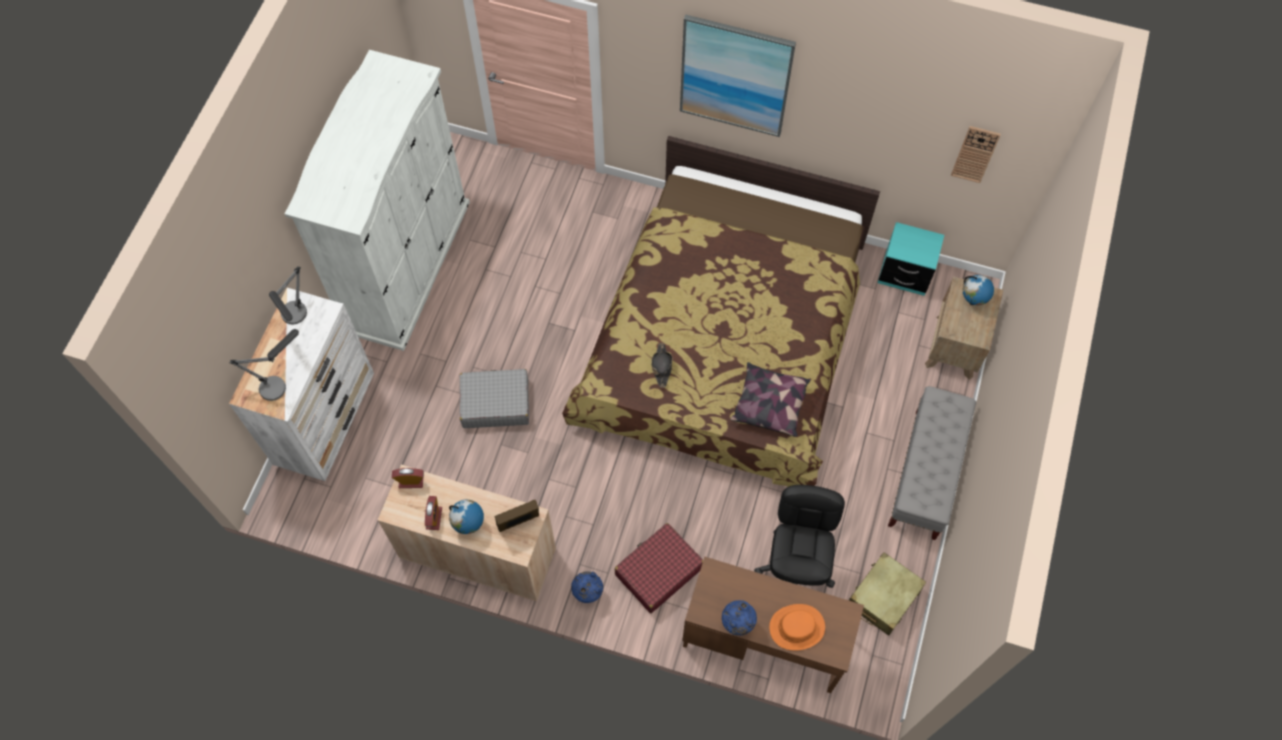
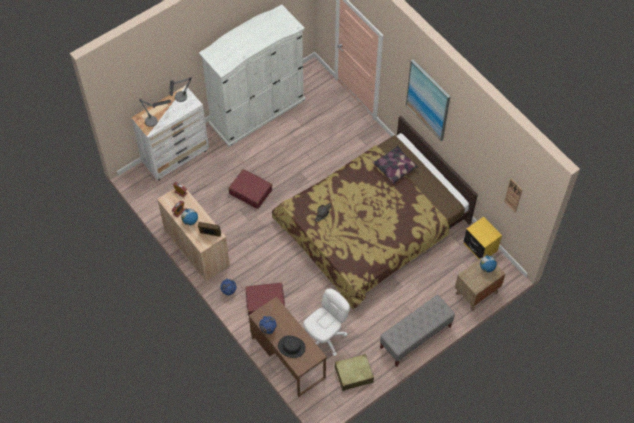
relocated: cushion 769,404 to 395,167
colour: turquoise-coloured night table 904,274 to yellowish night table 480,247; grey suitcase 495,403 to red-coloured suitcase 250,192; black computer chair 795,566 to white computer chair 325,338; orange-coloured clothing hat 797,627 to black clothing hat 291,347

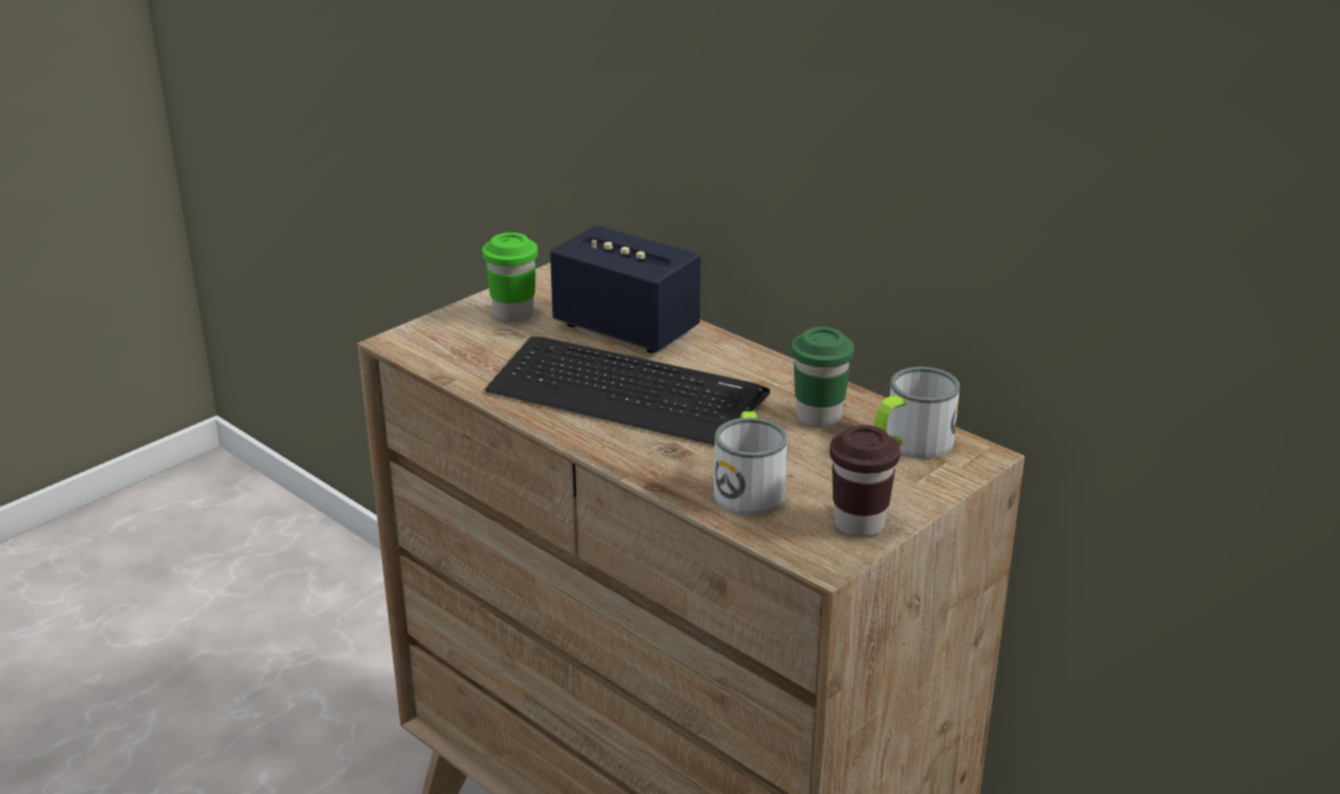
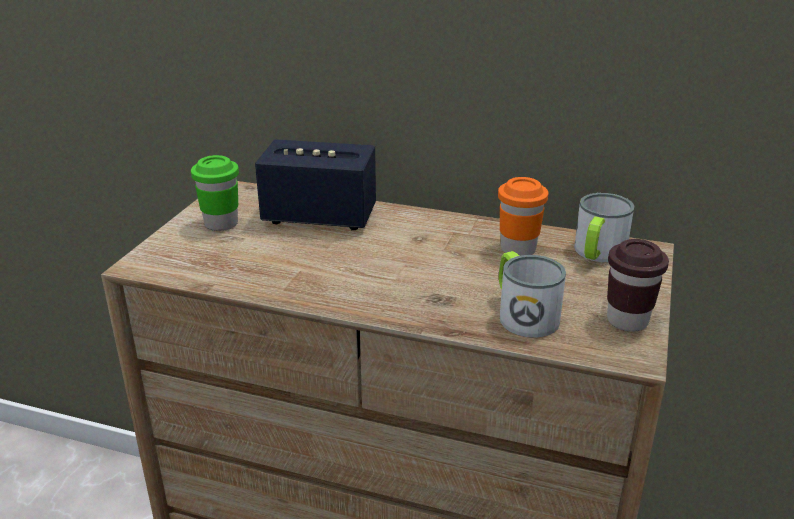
missing: PC keyboard 626,393
colour: greenish cup 819,417 to orange-coloured cup 518,249

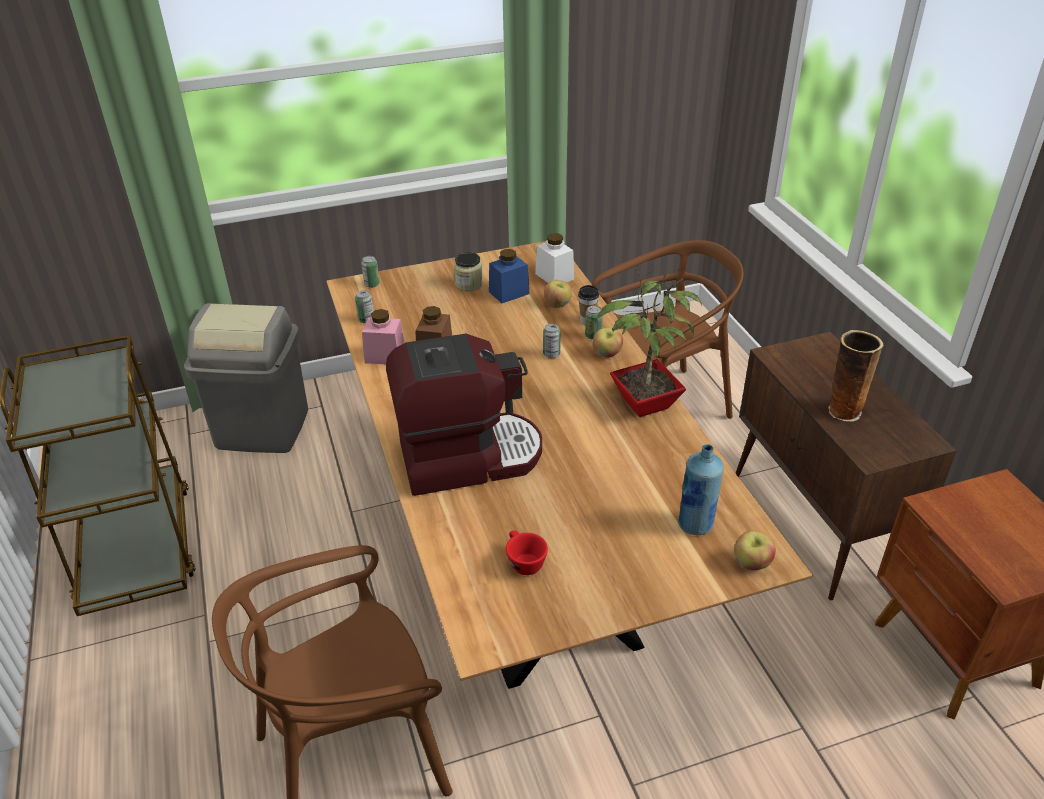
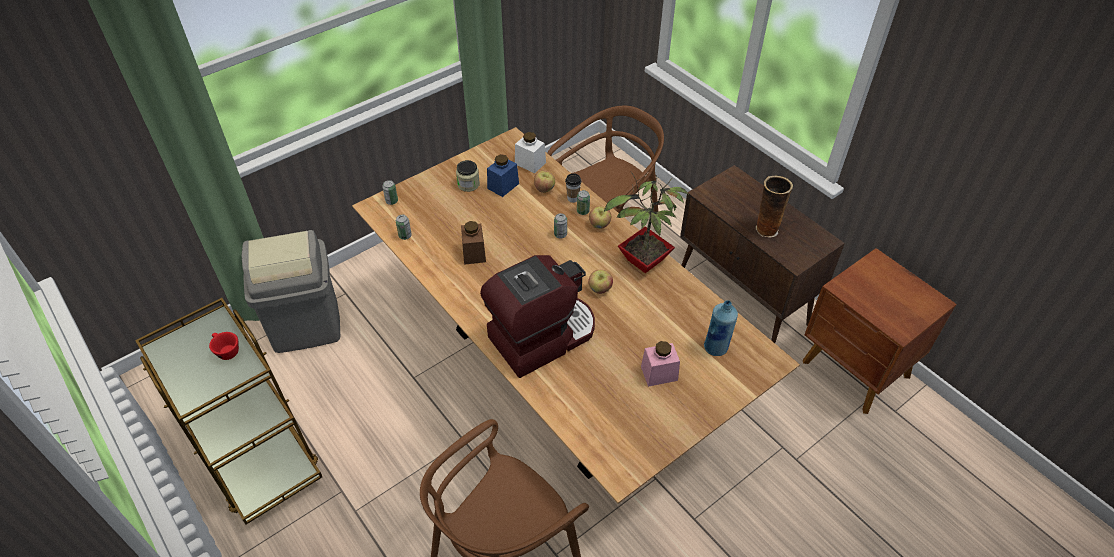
relocated: pinkish preserve jar 385,355 to 659,373; red-coloured cup 523,561 to 226,351; apple fruit 751,563 to 600,289

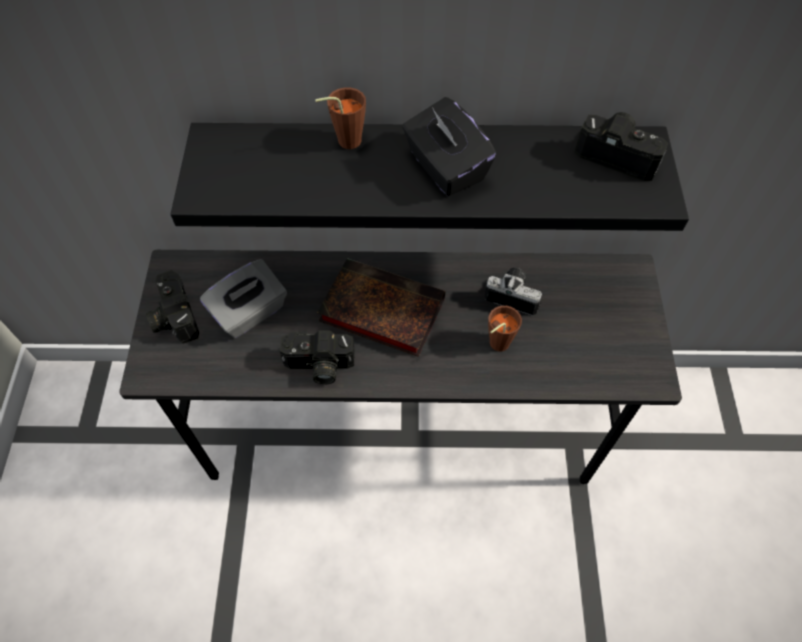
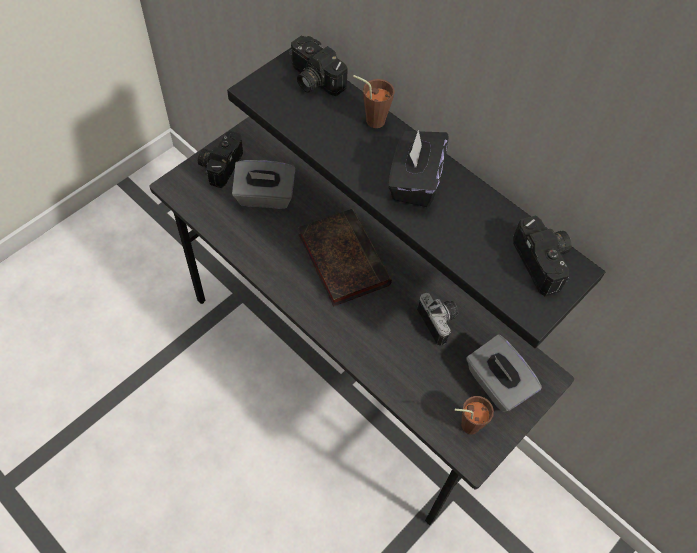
appeared: grey tissue box 496,384
relocated: brown cup 496,345 to 465,425; still camera 318,366 to 313,79

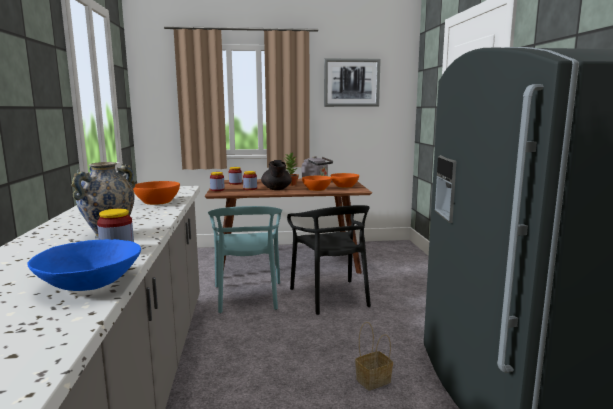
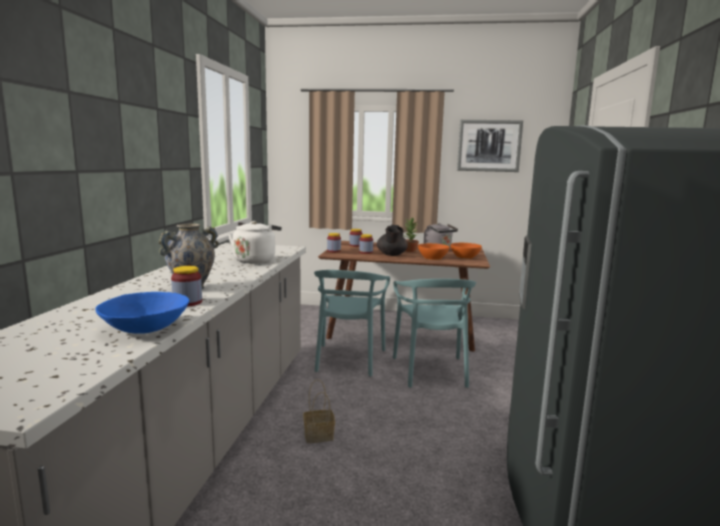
relocated: household basket 373,380 to 319,435
exchanged: orange-coloured bowl 157,202 to white kettle 255,260
colour: black upright chair 331,296 to turquoise-coloured upright chair 431,371

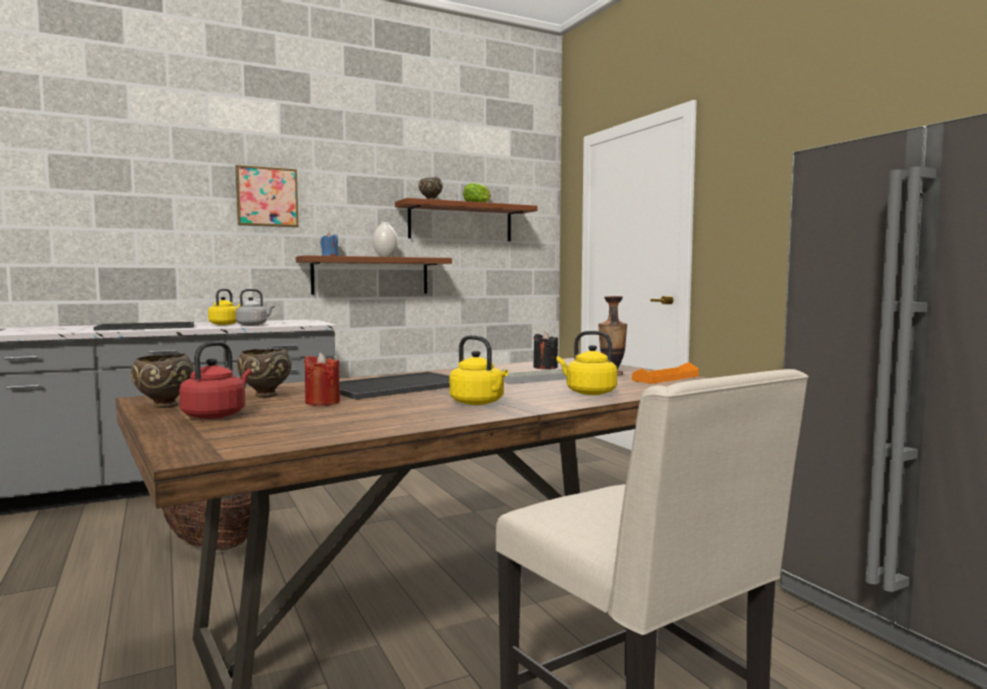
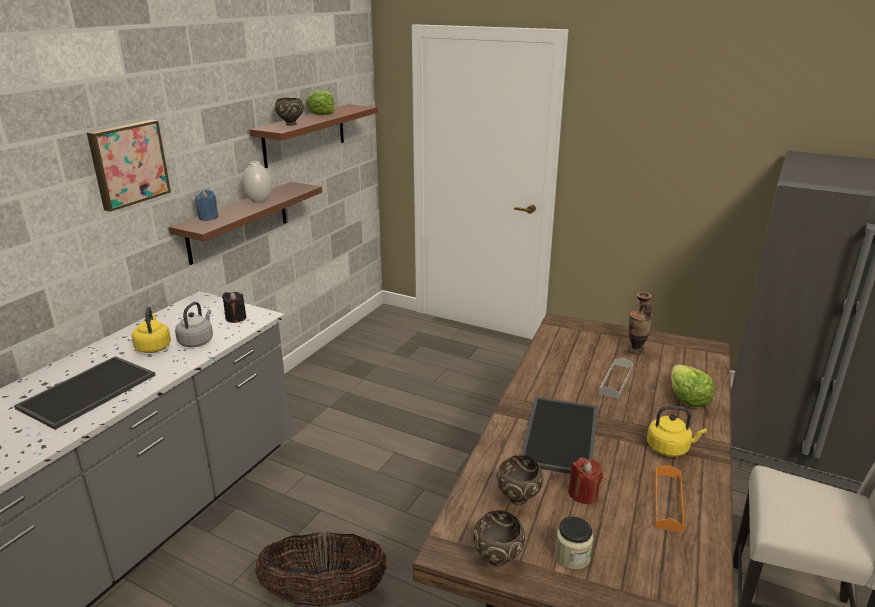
relocated: black wax light 545,367 to 236,318; orange-coloured tray 666,378 to 668,501
exchanged: yellowish kettle 588,392 to head of lettuce 687,398; red-coloured kettle 216,415 to preserve jar 572,556

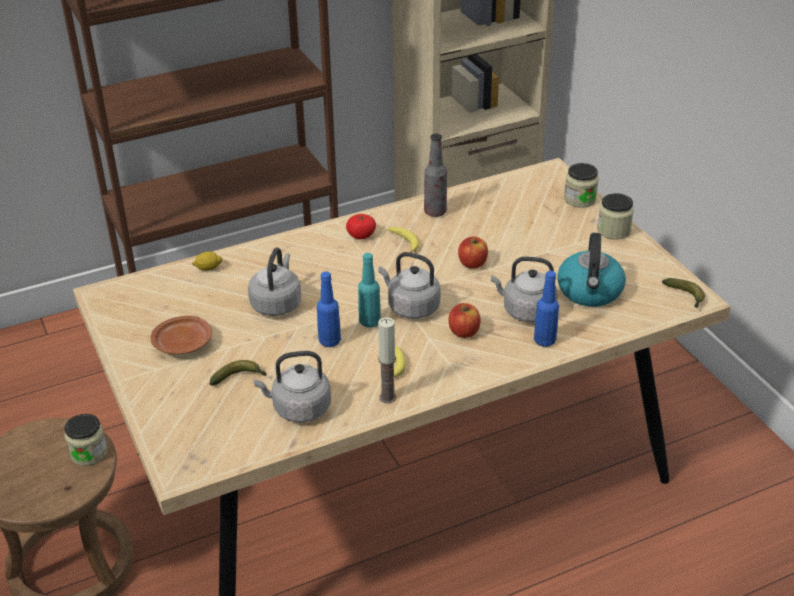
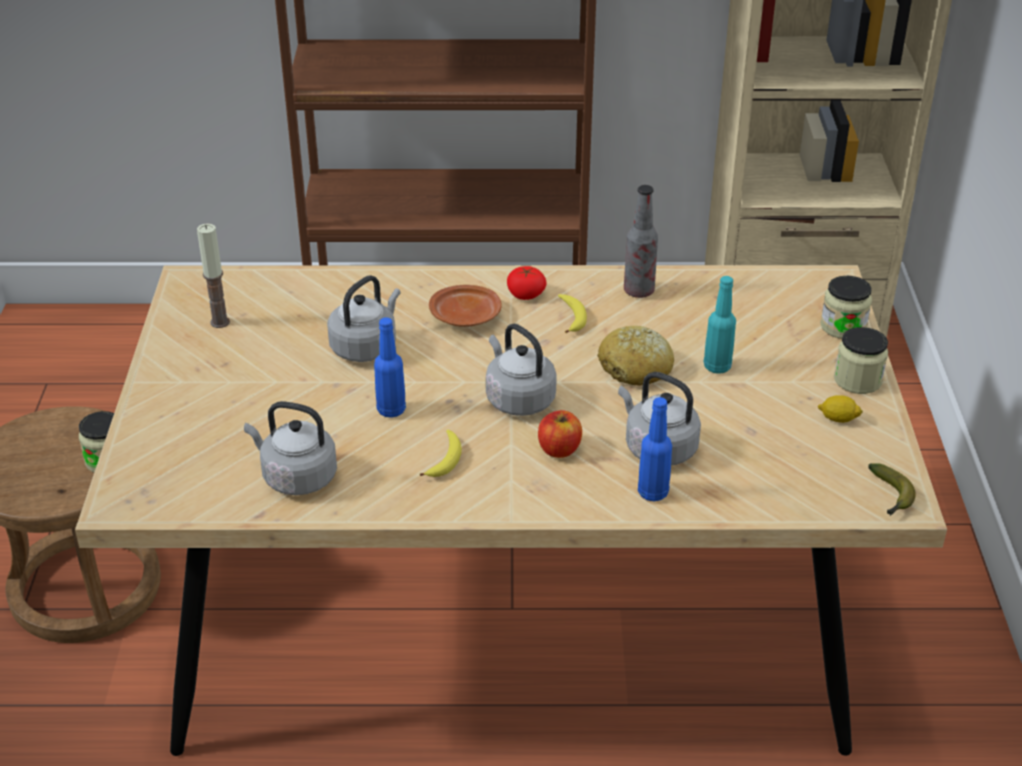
missing: kettle 590,291; banana 240,378
relocated: lemon 208,268 to 838,419; turquoise-coloured bottle 369,322 to 717,366; brown dinner plate 184,343 to 466,317; wax light 387,397 to 220,322
exchanged: apple fruit 472,263 to baked bread 636,368

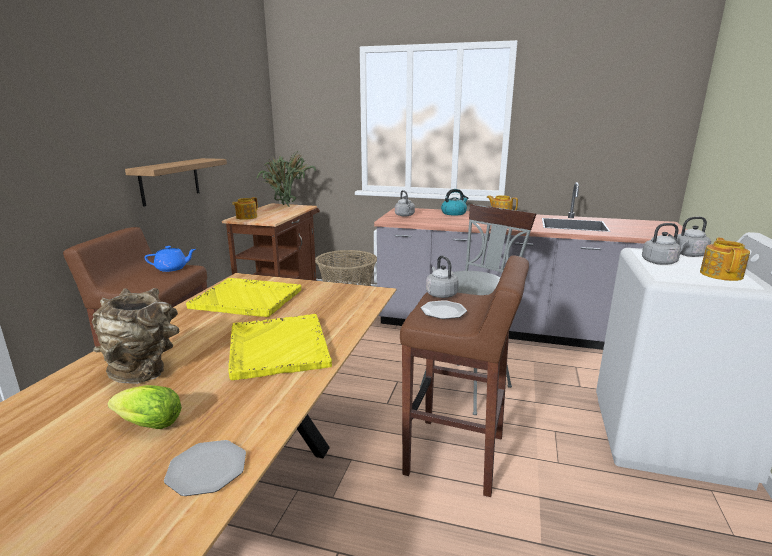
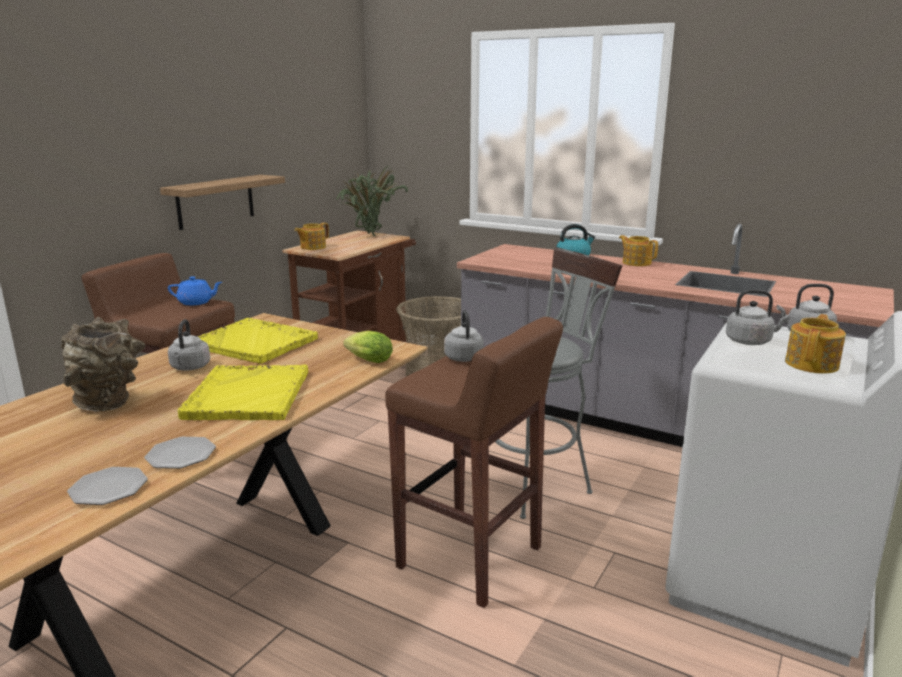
relocated: grey kettle 405,215 to 190,368; dinner plate 444,311 to 181,455; head of lettuce 146,424 to 367,361

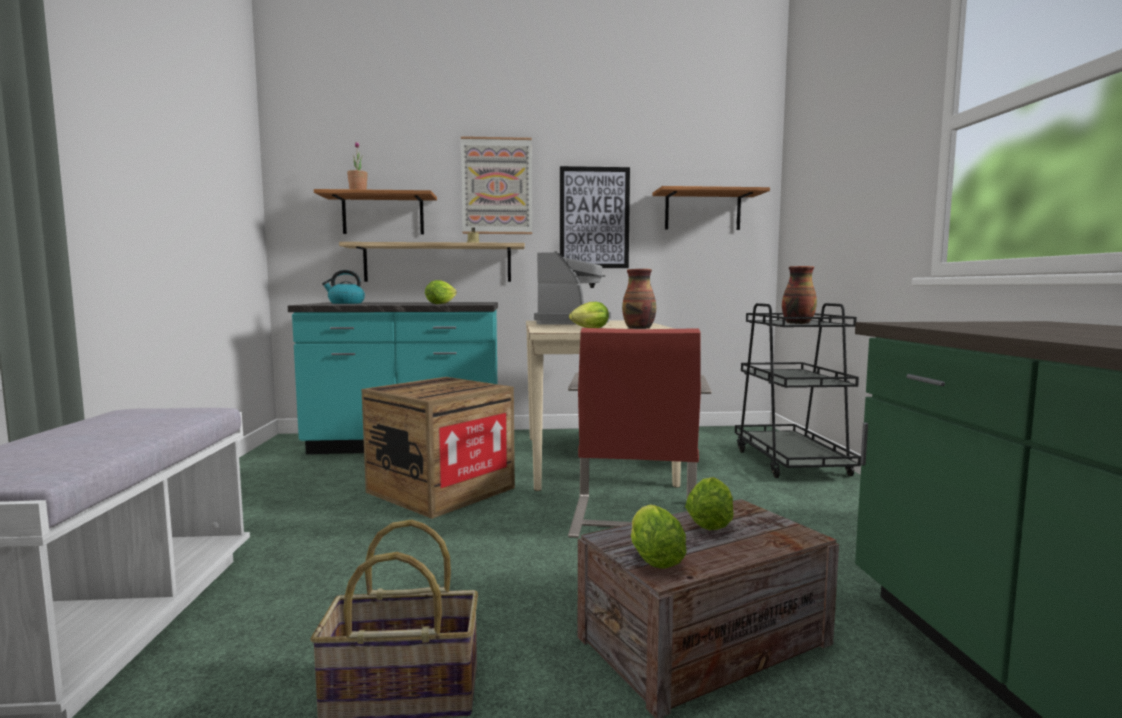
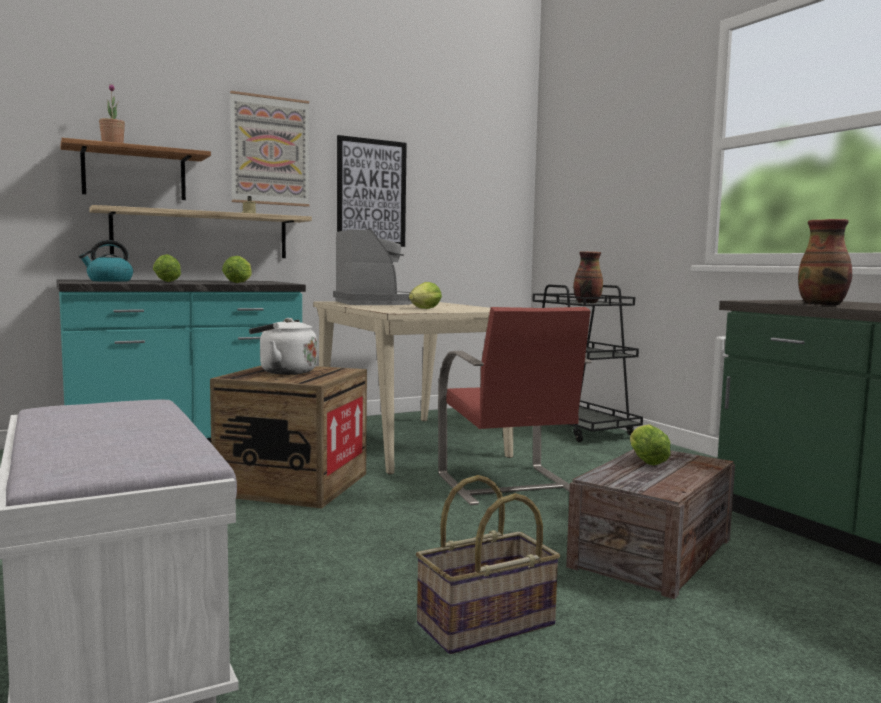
missing: bracket shelf 702,211
appeared: white kettle 284,372
relocated: decorative vase 639,328 to 823,305; head of lettuce 653,557 to 165,281

